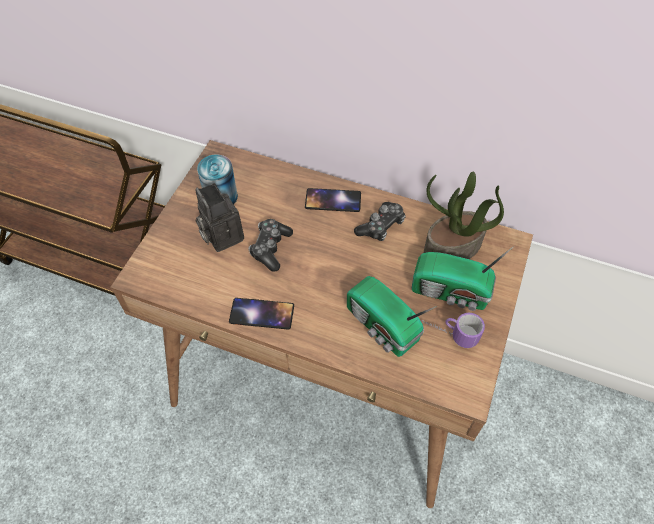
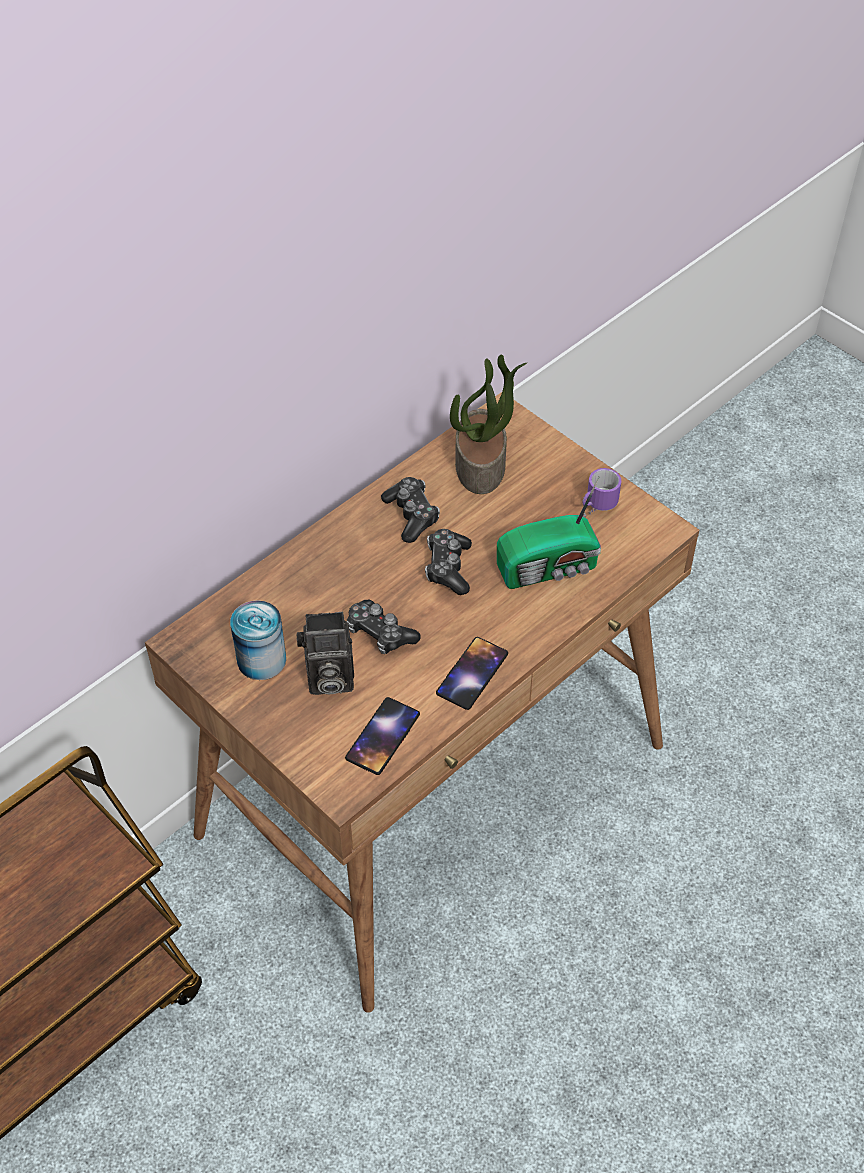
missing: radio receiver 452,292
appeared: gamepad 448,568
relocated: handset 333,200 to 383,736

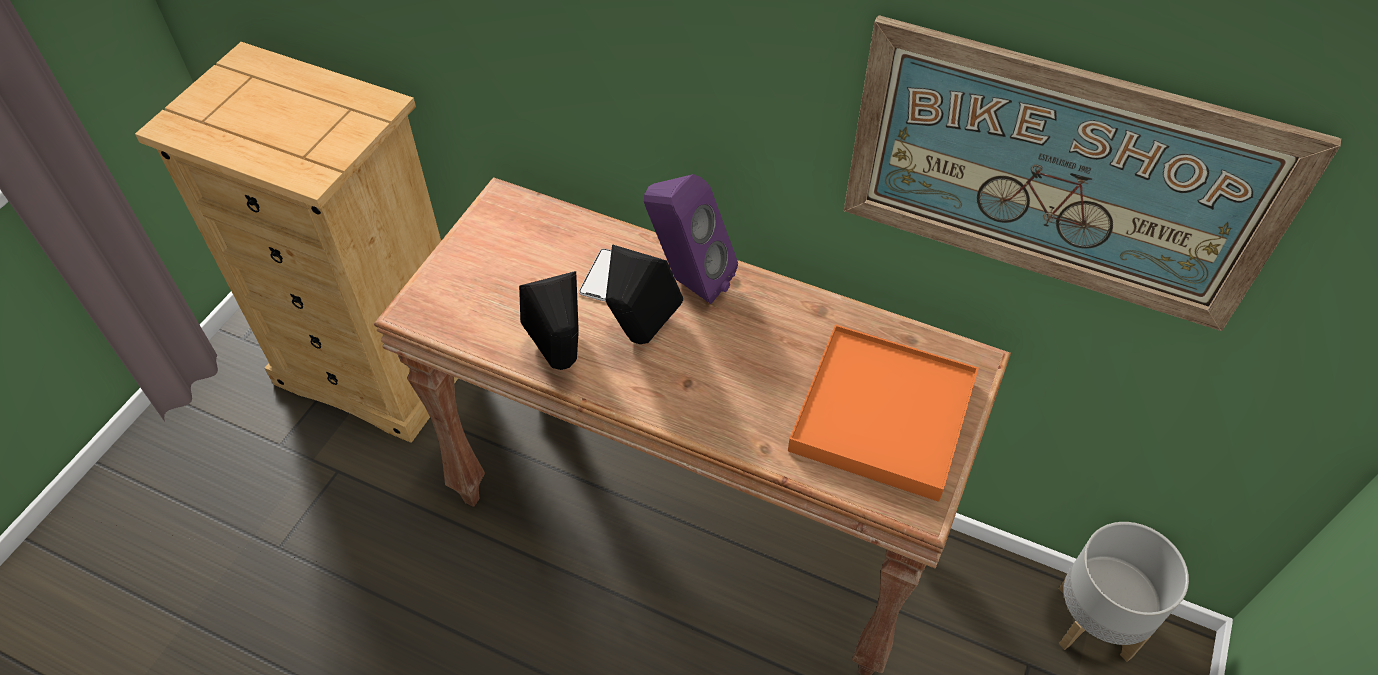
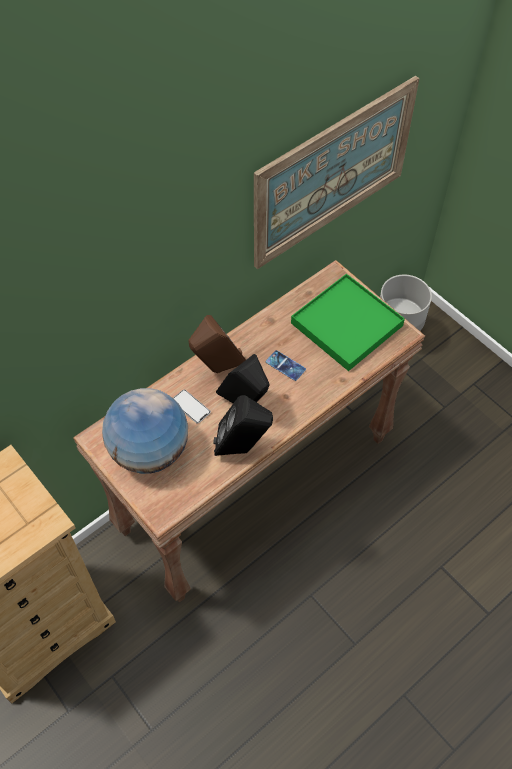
appeared: handset 285,365; desk globe 149,451
colour: purplish speaker 688,281 to brown speaker 217,369; orange-coloured tray 882,415 to greenish tray 346,325

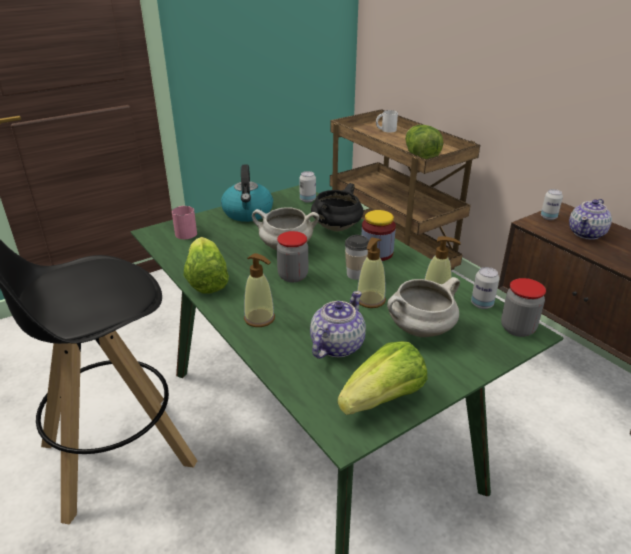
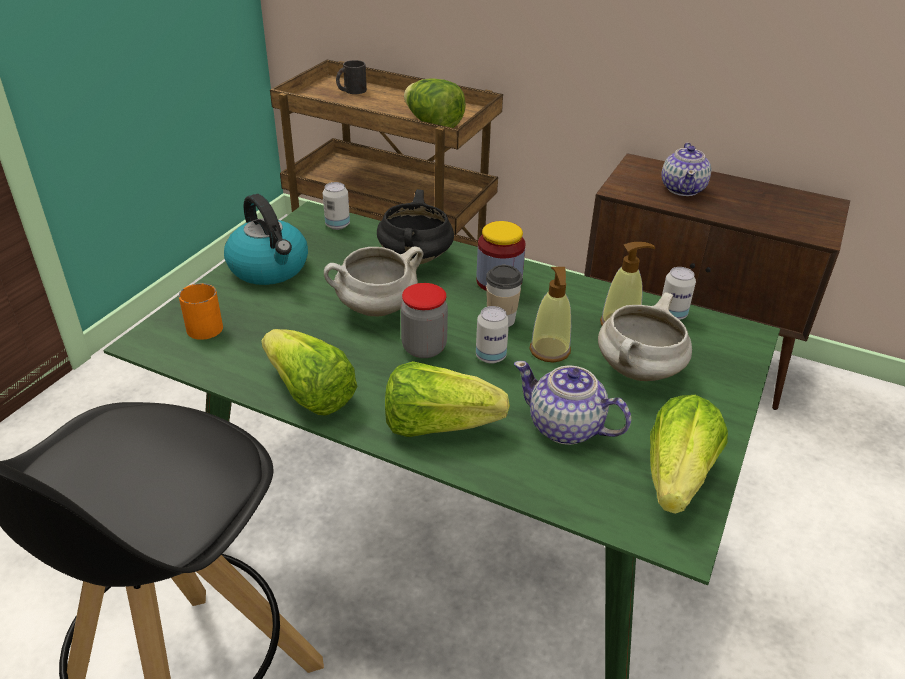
missing: preserve jar 517,328
relocated: metal can 548,217 to 490,356
exchanged: liquid soap bottle 259,318 to head of lettuce 438,425
colour: white coffee mug 385,130 to black coffee mug 351,91; pinkish coffee mug 187,231 to orange-coloured coffee mug 203,324
spun: pot for tea 336,346 = 566,427 60 degrees counterclockwise

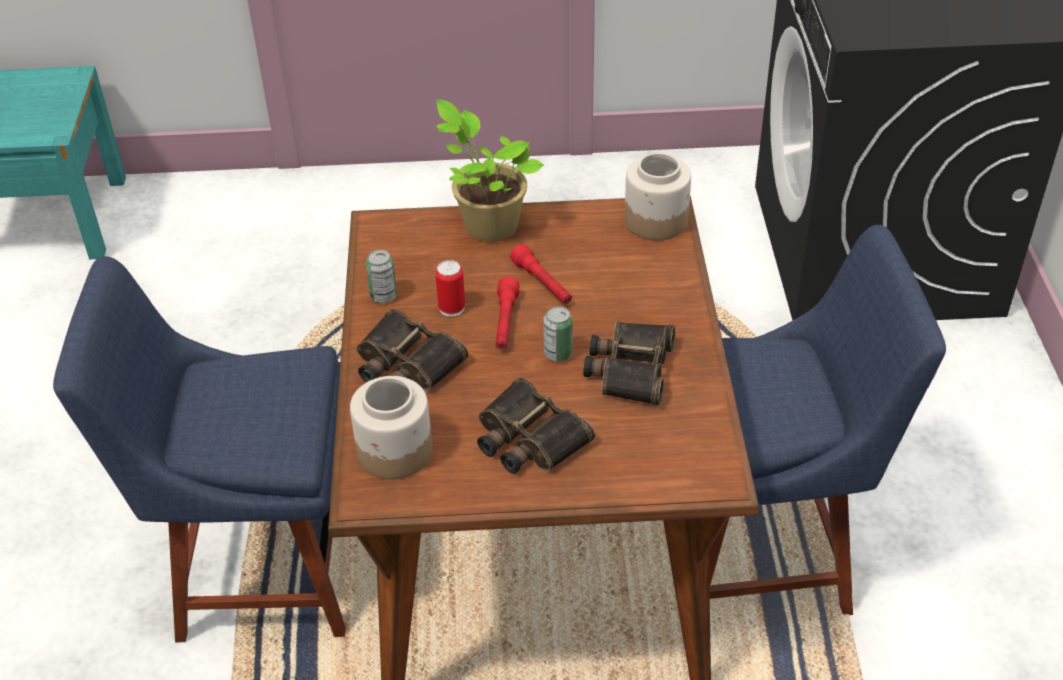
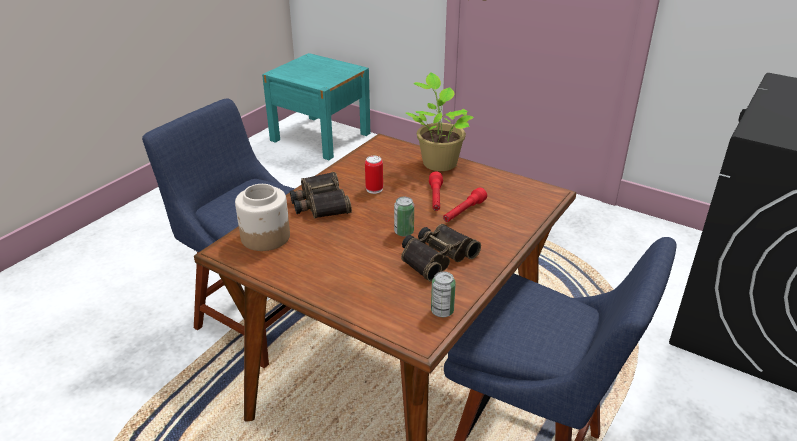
missing: preserve jar 657,221; pair of binoculars 527,438
relocated: metal can 383,296 to 442,311; red-coloured hand torch 505,322 to 463,212

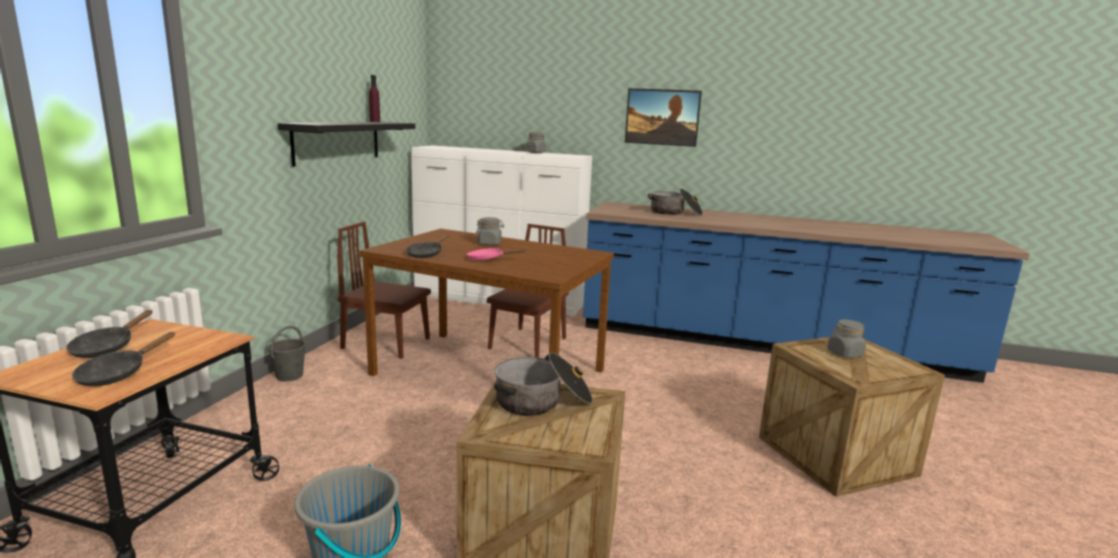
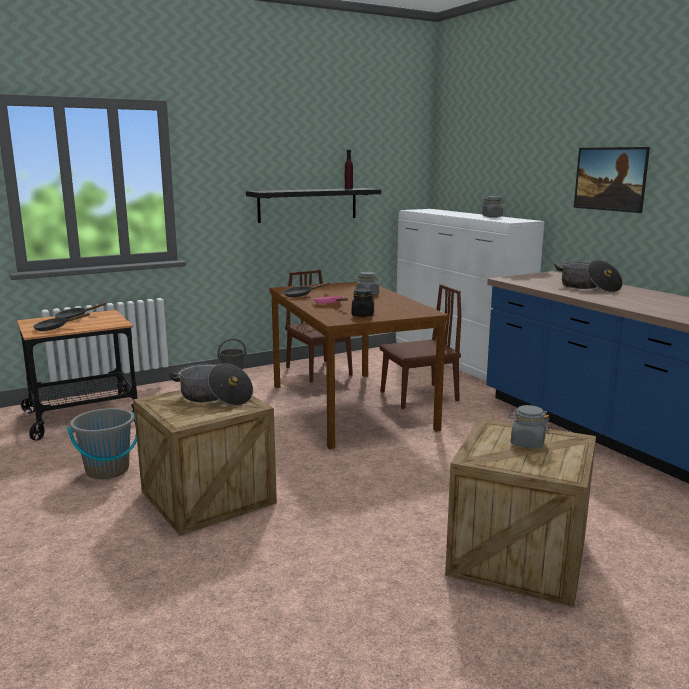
appeared: black preserve jar 362,315

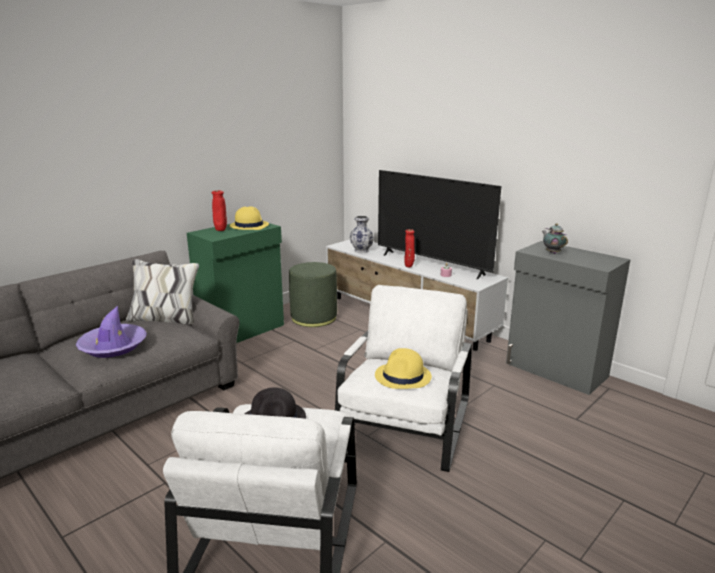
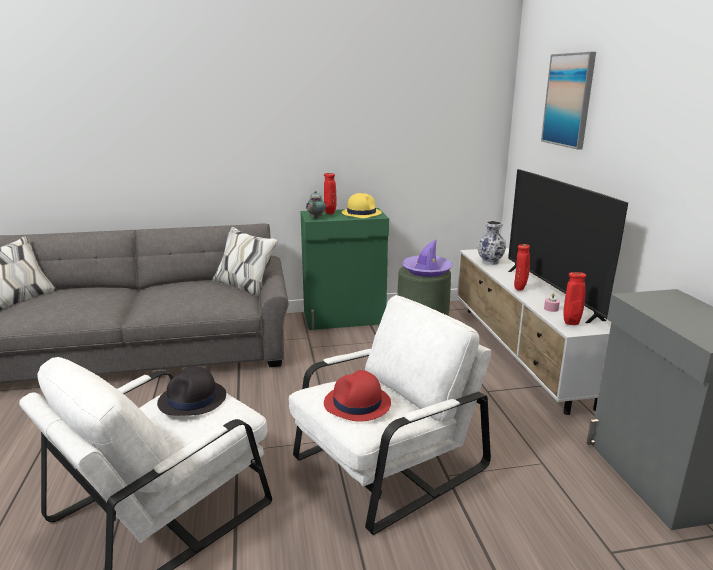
appeared: wall art 568,100; red-coloured decorative vase 571,324
relocated: pot for tea 552,252 to 316,218; purplish clothing hat 113,346 to 426,270
colour: yellowish clothing hat 403,377 to red-coloured clothing hat 357,404

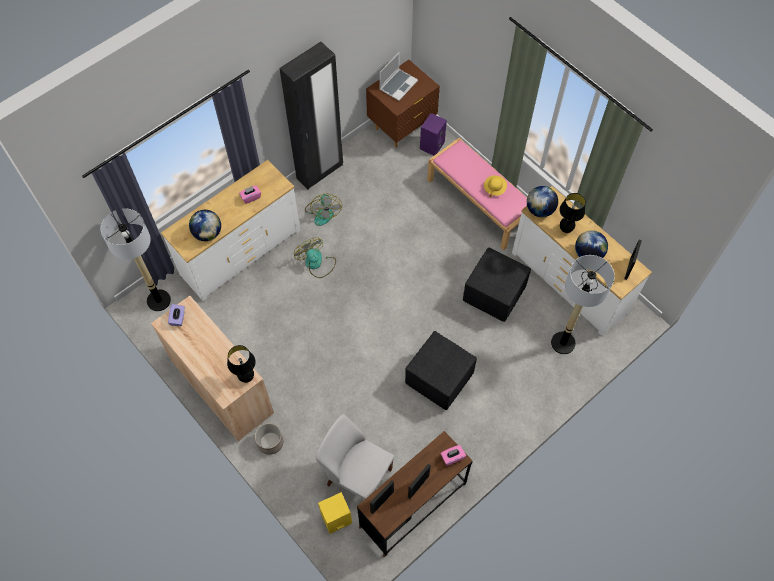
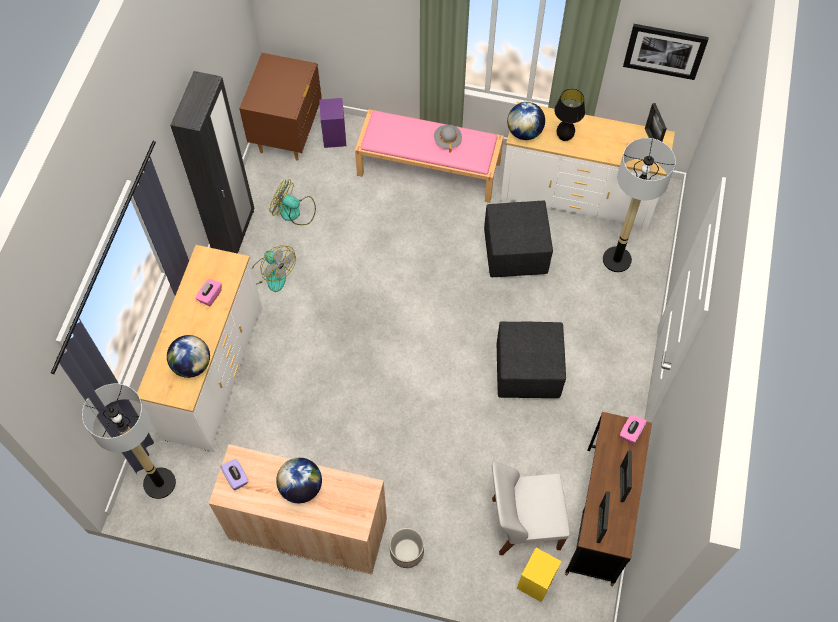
missing: notebook computer 398,85; black tabletop lamp 247,378
appeared: wall art 664,50
relocated: desk globe 588,254 to 301,487; cooling fan 316,263 to 294,212
colour: yellowish clothing hat 494,188 to grey clothing hat 447,141

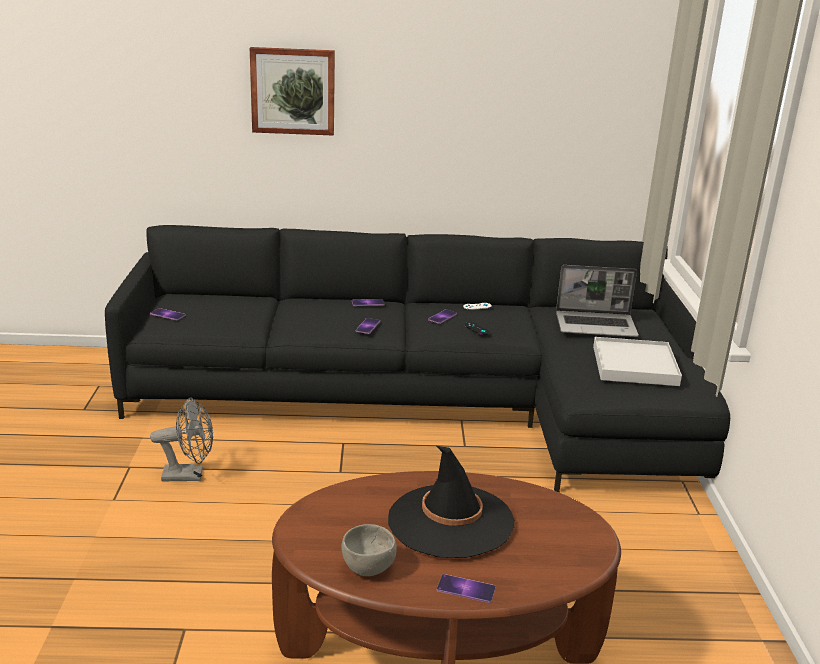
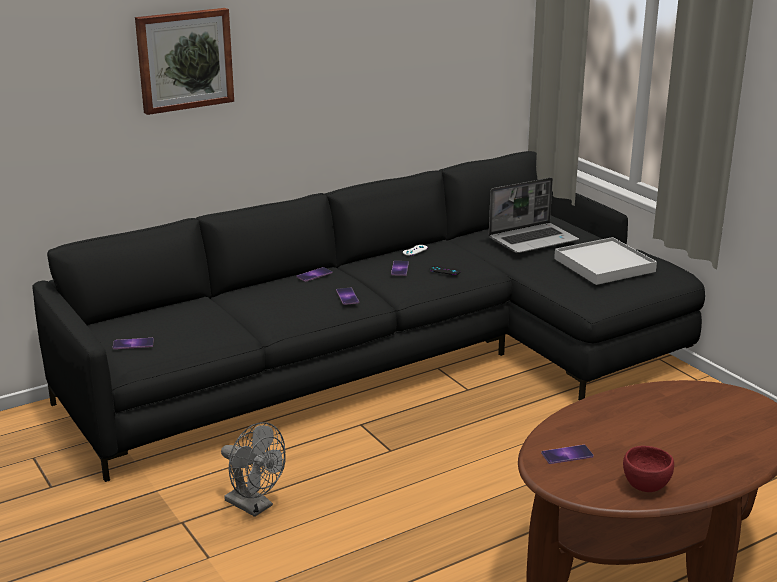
missing: black clothing hat 450,521
relocated: handset 466,589 to 567,454
colour: grey bowl 369,568 to red-coloured bowl 647,485
spun: grey cooling fan 189,475 = 254,506 75 degrees clockwise

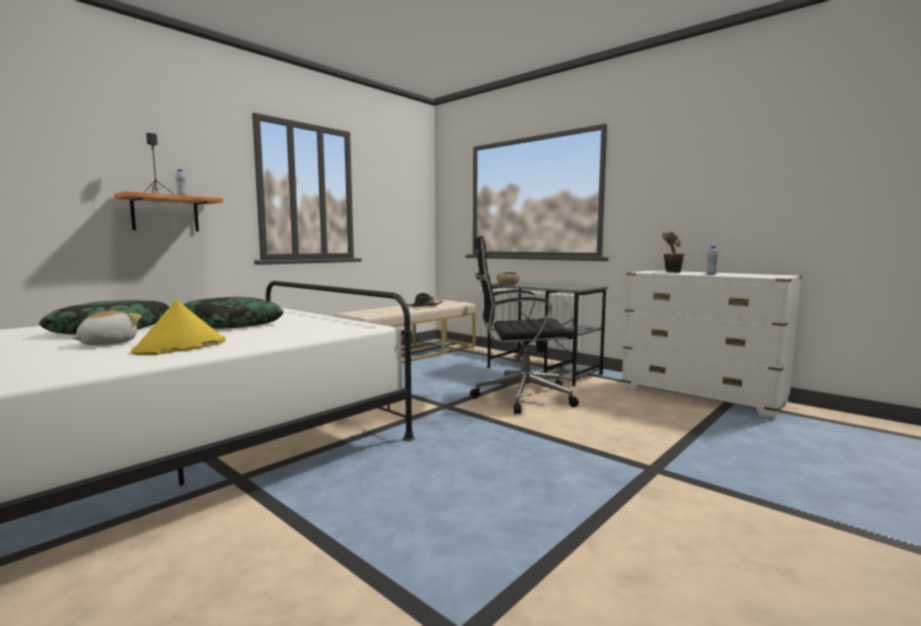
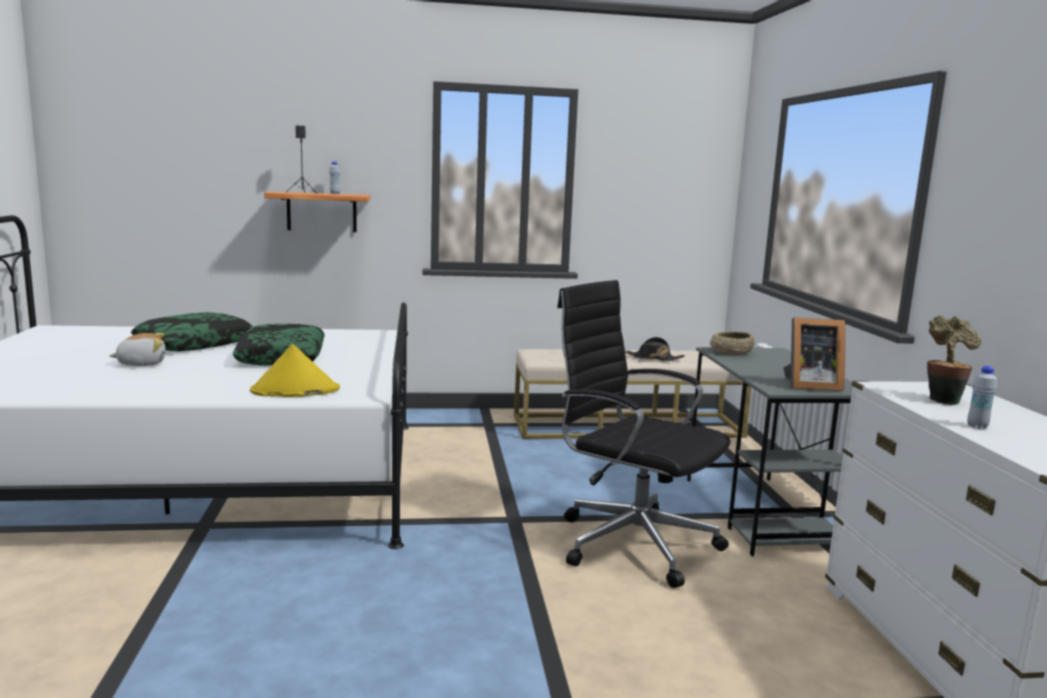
appeared: picture frame 809,385
relocated: yellowish clothing hat 181,347 to 295,390

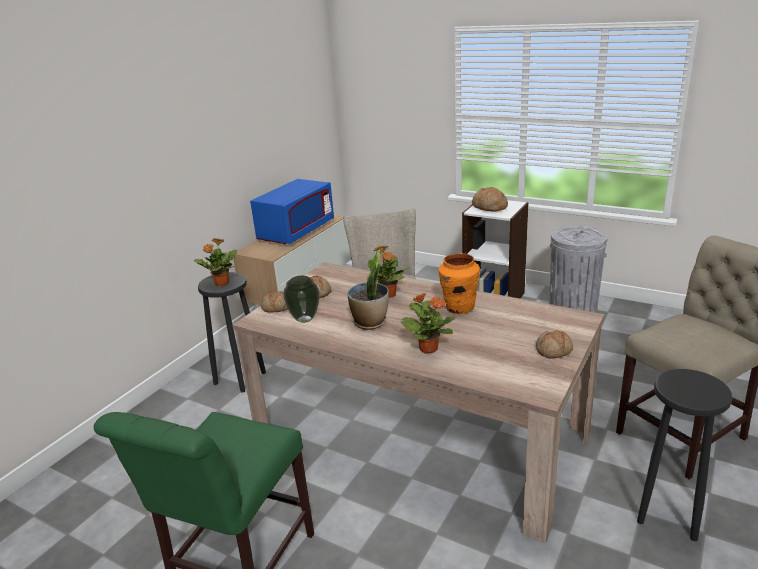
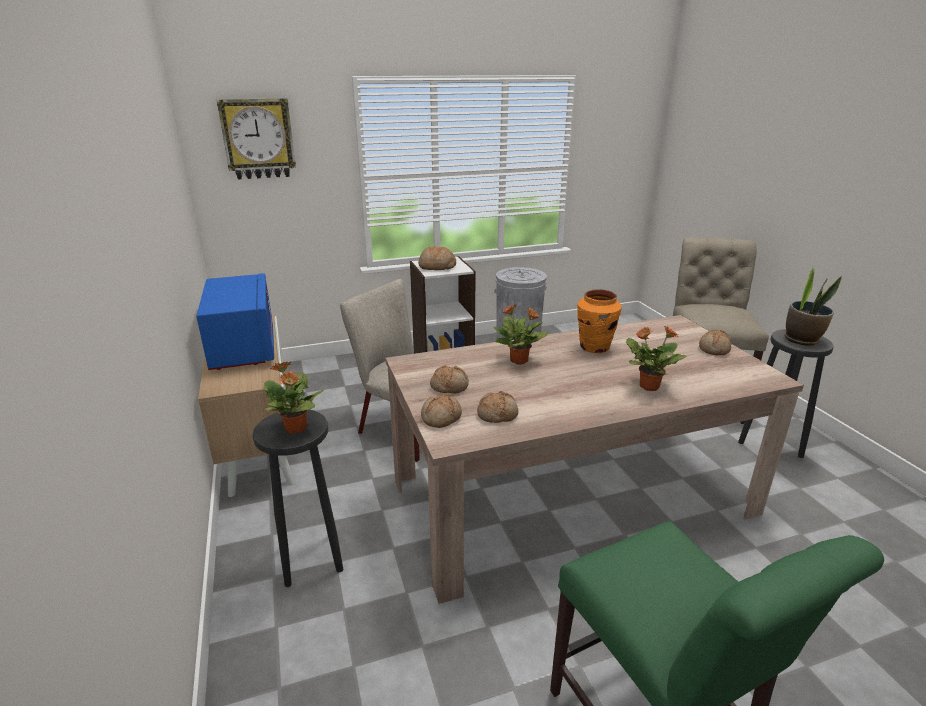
appeared: wall clock 258,139
relocated: potted plant 370,322 to 802,339
exchanged: decorative vase 305,319 to baked bread 497,414

